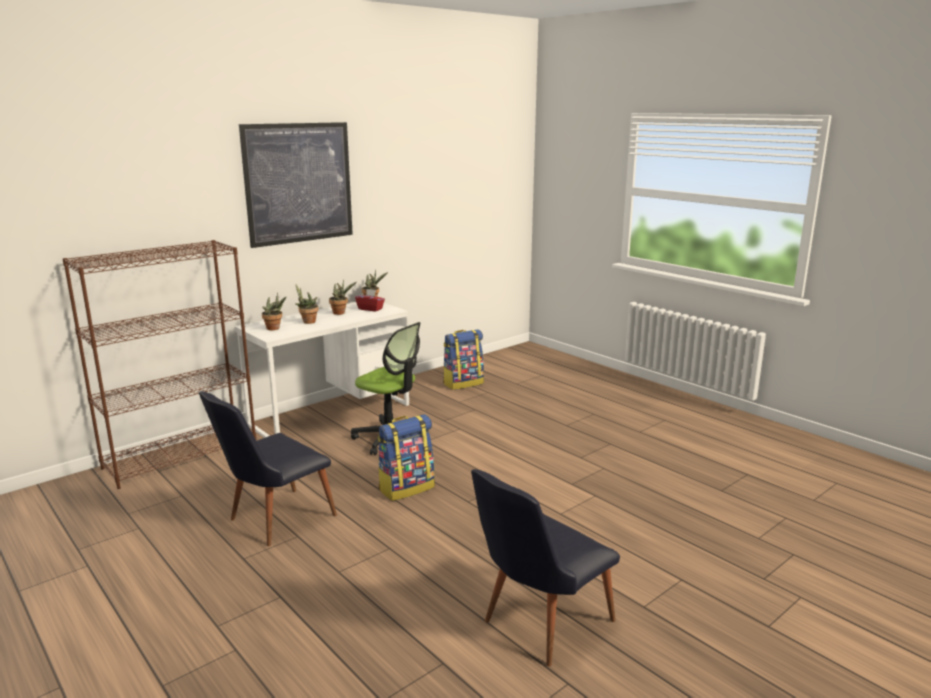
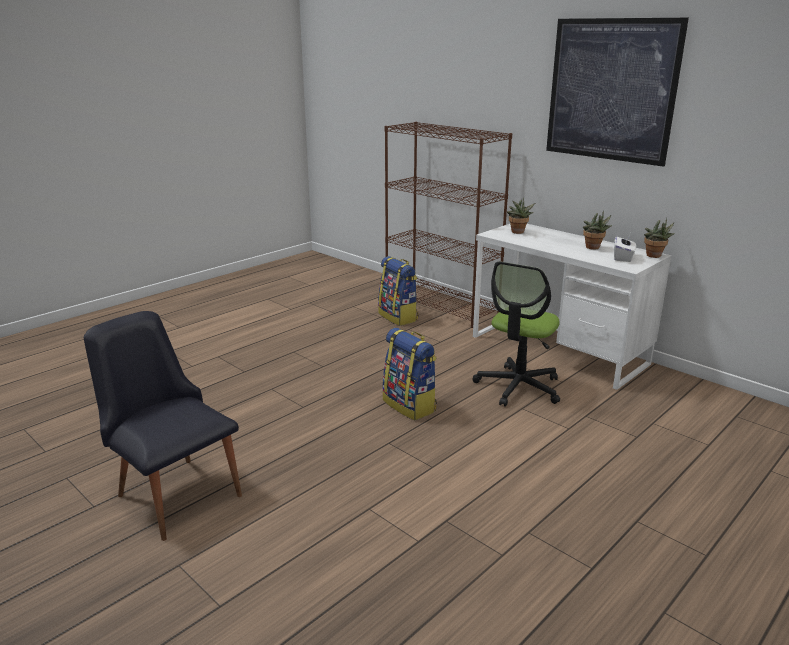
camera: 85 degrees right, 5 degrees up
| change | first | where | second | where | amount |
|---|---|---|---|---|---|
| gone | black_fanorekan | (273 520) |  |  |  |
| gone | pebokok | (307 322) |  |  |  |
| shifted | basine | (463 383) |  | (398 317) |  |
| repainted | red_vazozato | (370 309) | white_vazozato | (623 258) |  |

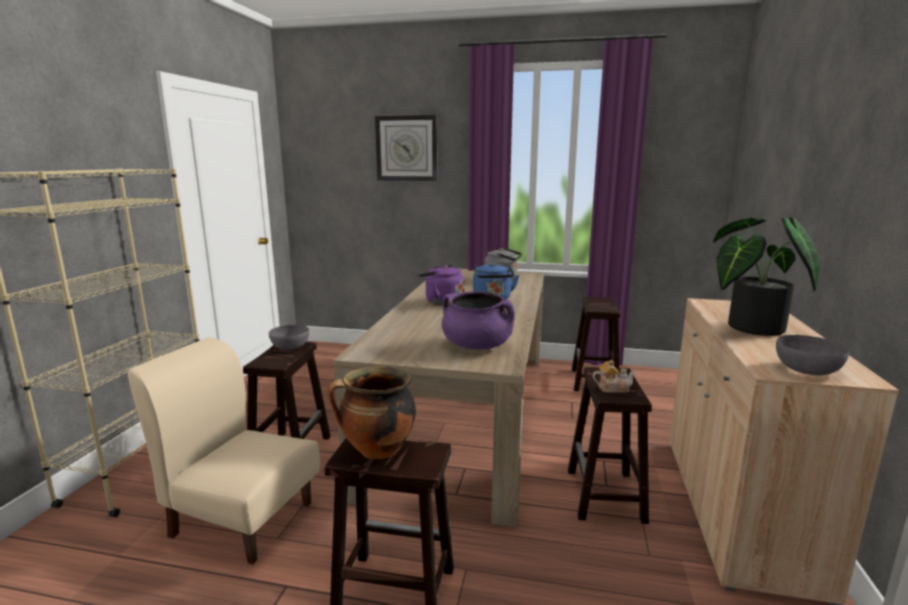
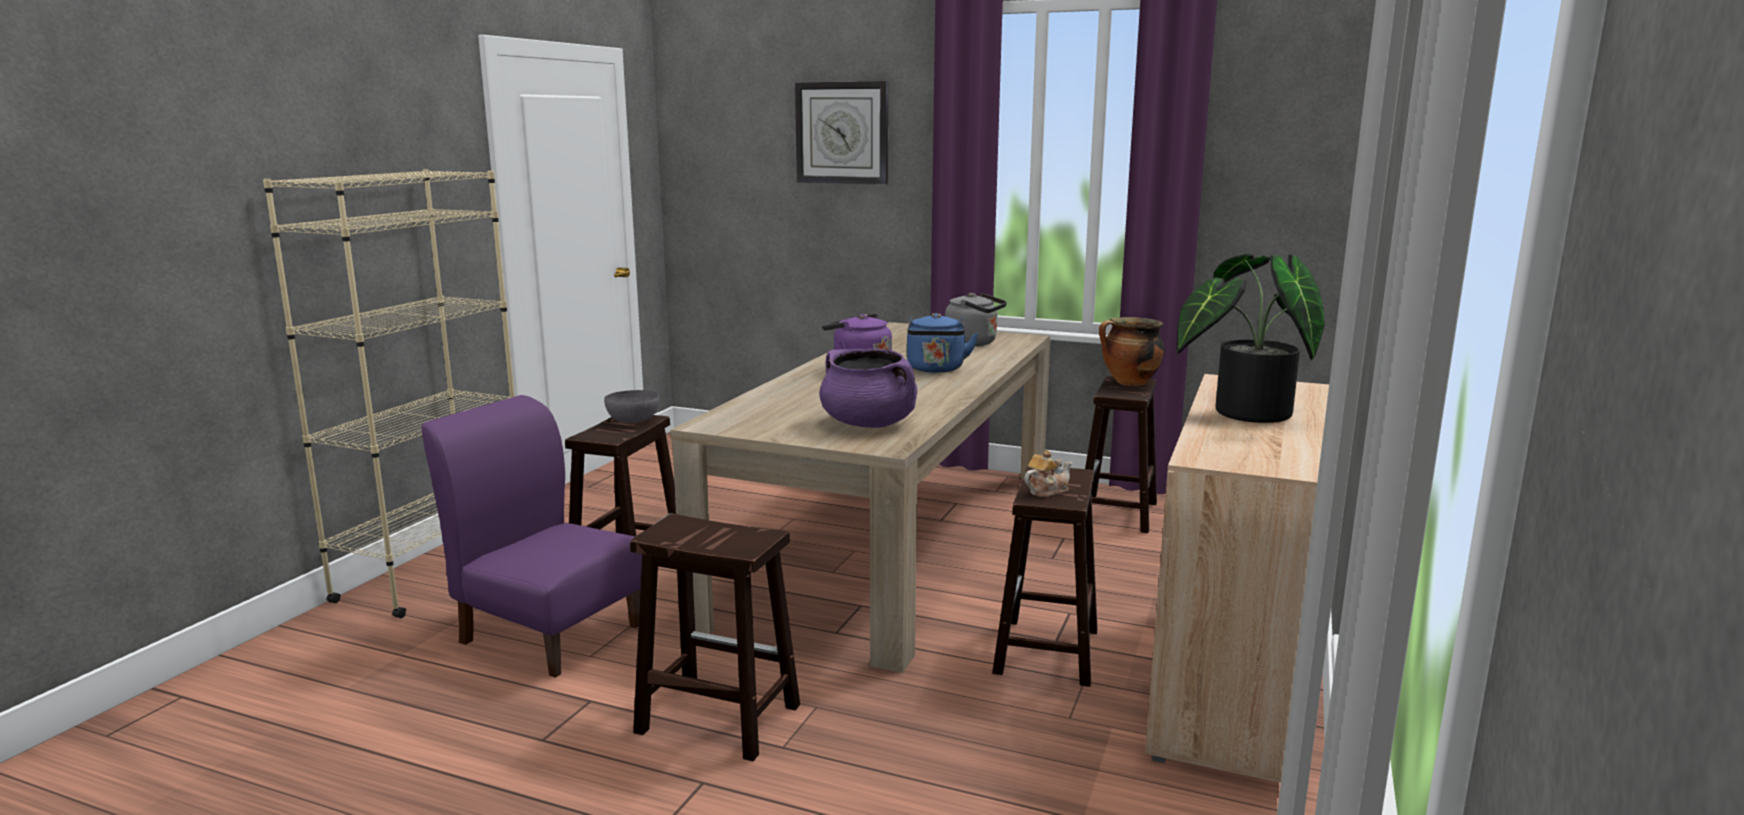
camera: 10 degrees right, 0 degrees up
| change | first | where | second | where | amount |
|---|---|---|---|---|---|
| gone | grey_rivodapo | (807 370) |  |  |  |
| shifted | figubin | (377 451) |  | (1129 383) |  |
| repainted | beige_fanorekan | (242 518) | purple_fanorekan | (551 632) |  |
| rotated | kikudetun | (612 388) |  | (1046 491) | 45 degrees counterclockwise |

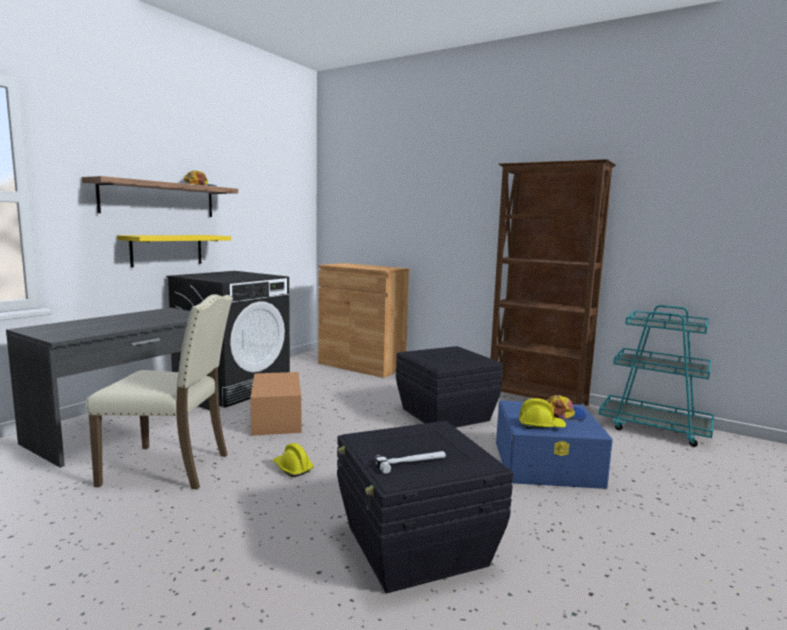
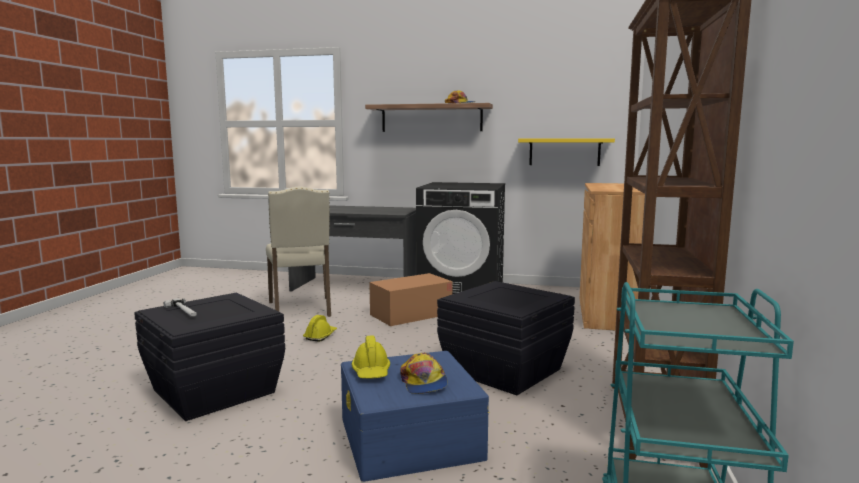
camera: 70 degrees right, 0 degrees up
| change | first | where | second | where | amount |
|---|---|---|---|---|---|
| shifted | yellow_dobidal | (167 250) |  | (564 152) |  |

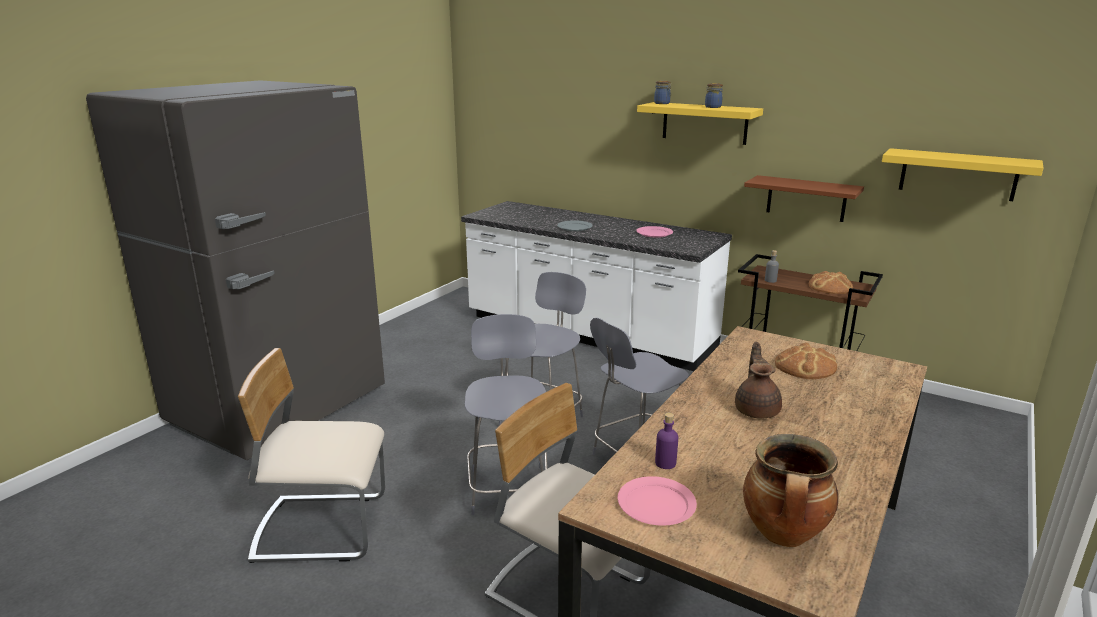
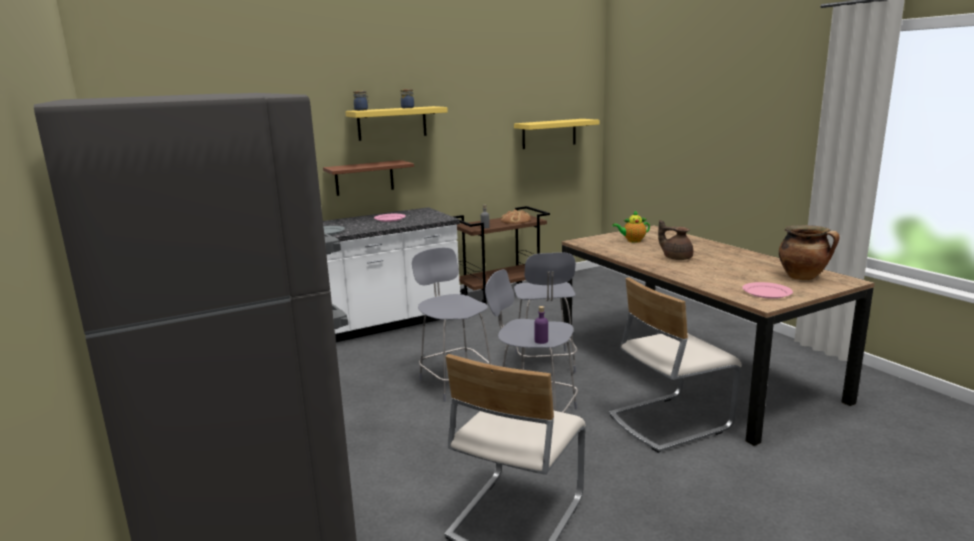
camera: 60 degrees left, 5 degrees down
| change | first | where | second | where | amount |
|---|---|---|---|---|---|
| shifted | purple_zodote | (665 463) |  | (541 341) |  |
| shifted | brown_dobidal | (806 198) |  | (364 178) |  |
| swapped | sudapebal | (805 366) | kikudetun | (632 241) |  |

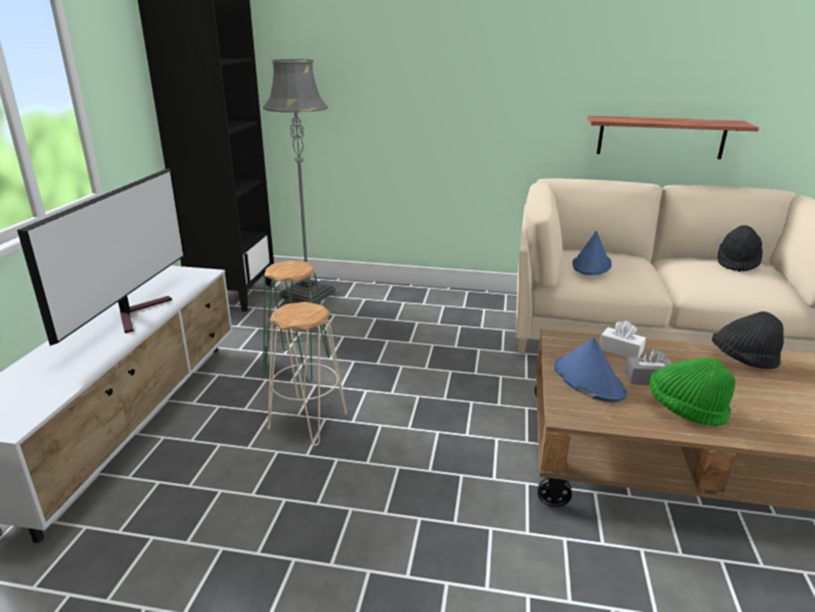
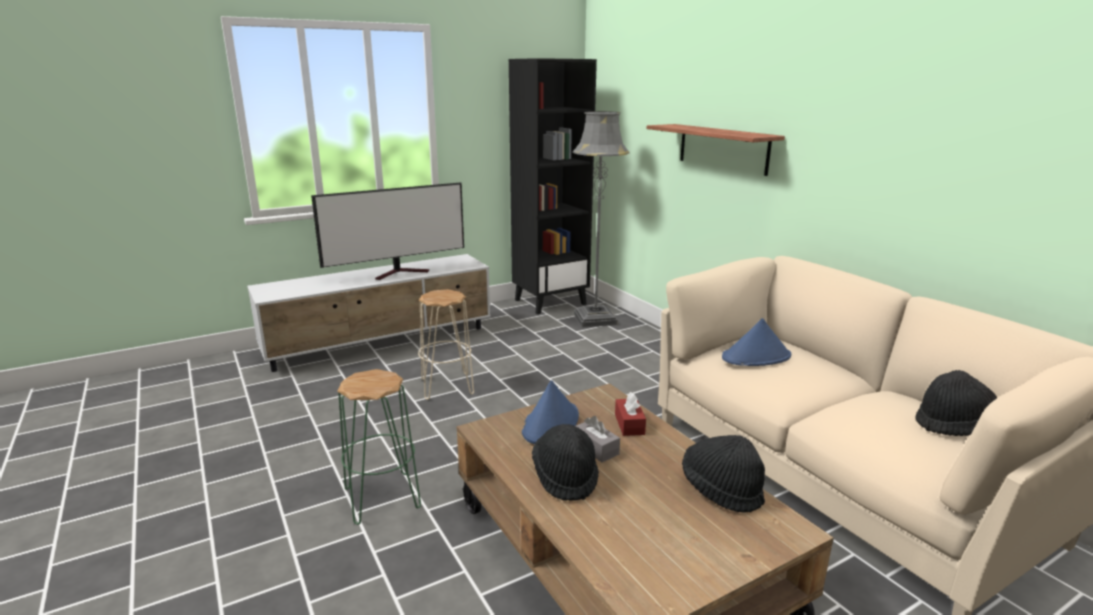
camera: 50 degrees right, 5 degrees down
| change | first | where | second | where | amount |
|---|---|---|---|---|---|
| shifted | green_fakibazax | (297 365) |  | (383 497) |  |
| shifted | dobidal | (661 137) |  | (723 148) |  |
| repainted | white_vazozato | (620 350) | red_vazozato | (629 424) |  |
| repainted | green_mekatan | (685 409) | black_mekatan | (565 477) |  |

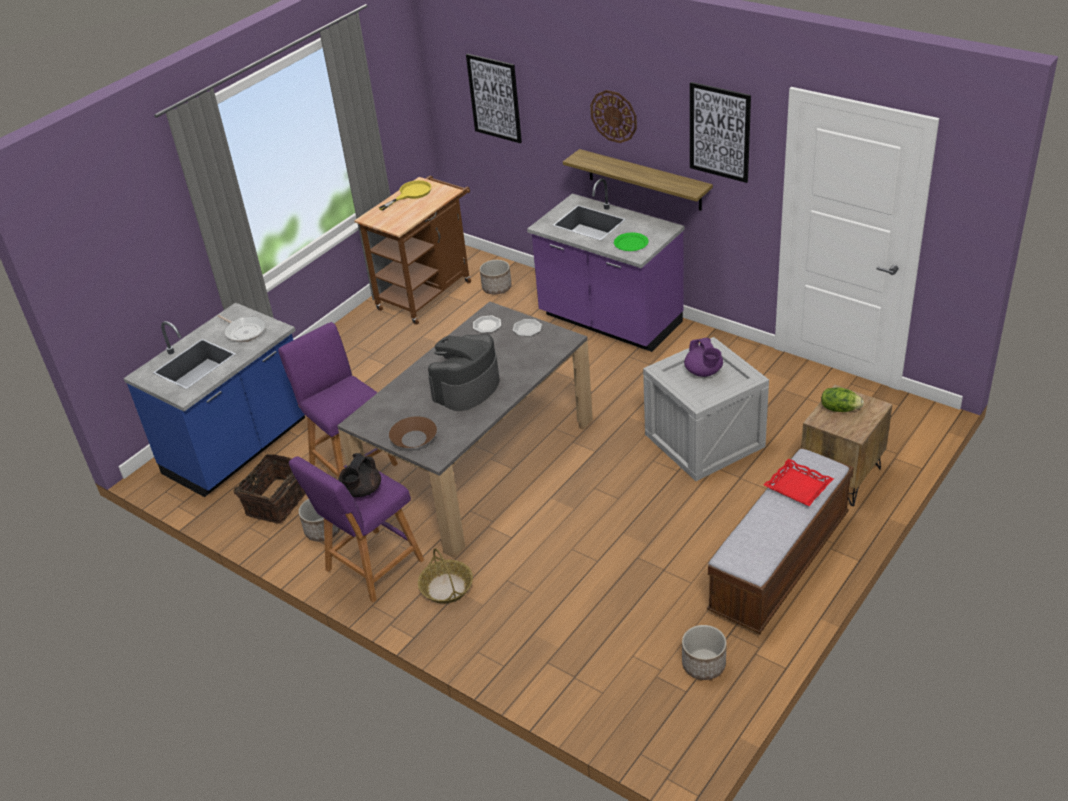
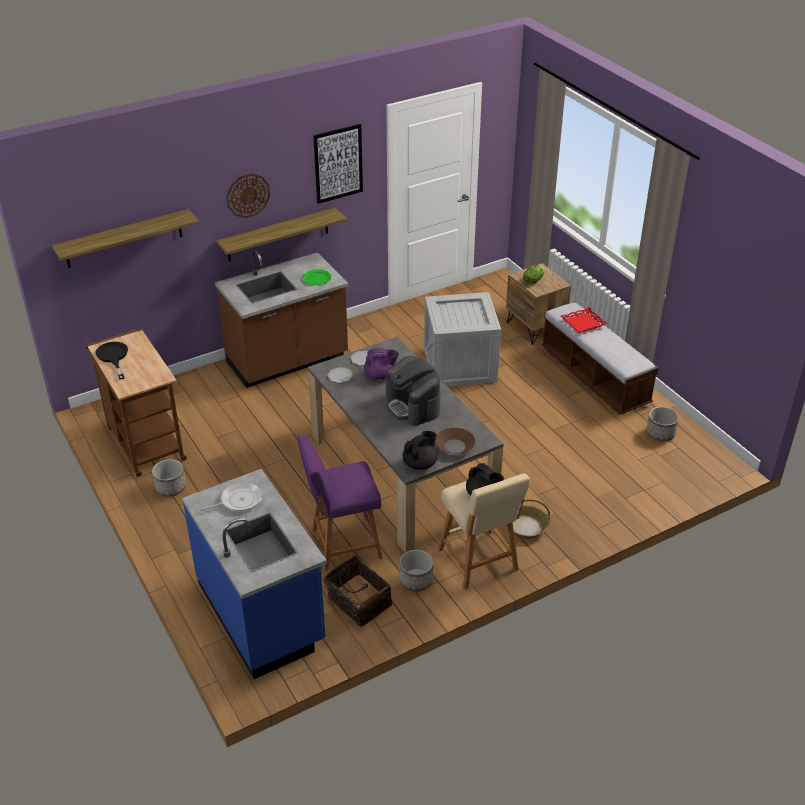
camera: 70 degrees left, 0 degrees up
| change | first | where | second | where | amount |
|---|---|---|---|---|---|
| new |  |  | black_kikudetun | (420 464) |  |
| shifted | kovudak | (496 288) |  | (170 488) |  |
| shifted | purple_kikudetun | (704 372) |  | (380 375) |  |
| swapped | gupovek | (494 98) | dobidal | (124 239) |  |
| repainted | purple_fakibazax | (371 568) | beige_fakibazax | (479 562) |  |
| repainted | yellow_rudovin | (411 194) | black_rudovin | (113 357) |  |
| repainted | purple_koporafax | (609 321) | brown_koporafax | (287 361) |  |

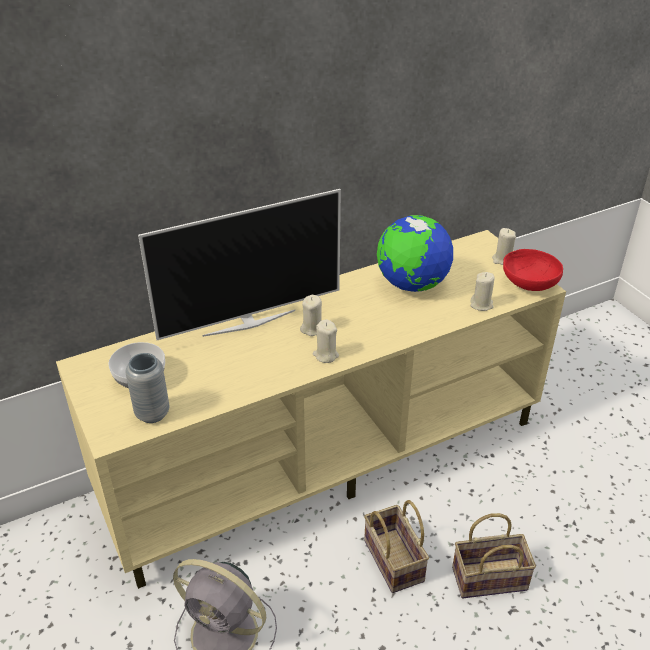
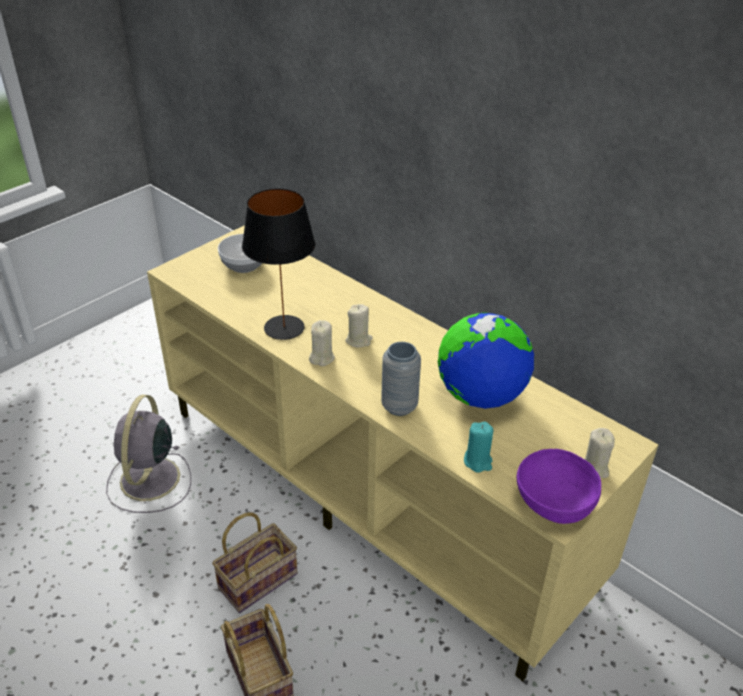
camera: 70 degrees right, 0 degrees up
| change | first | where | second | where | amount |
|---|---|---|---|---|---|
| gone | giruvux | (249 322) |  |  |  |
| new |  |  | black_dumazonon | (284 328) |  |
| shifted | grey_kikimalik | (152 414) |  | (399 406) |  |
| repainted | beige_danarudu | (481 304) | turquoise_danarudu | (478 461) |  |
| repainted | red_rivodapo | (528 284) | purple_rivodapo | (553 502) |  |

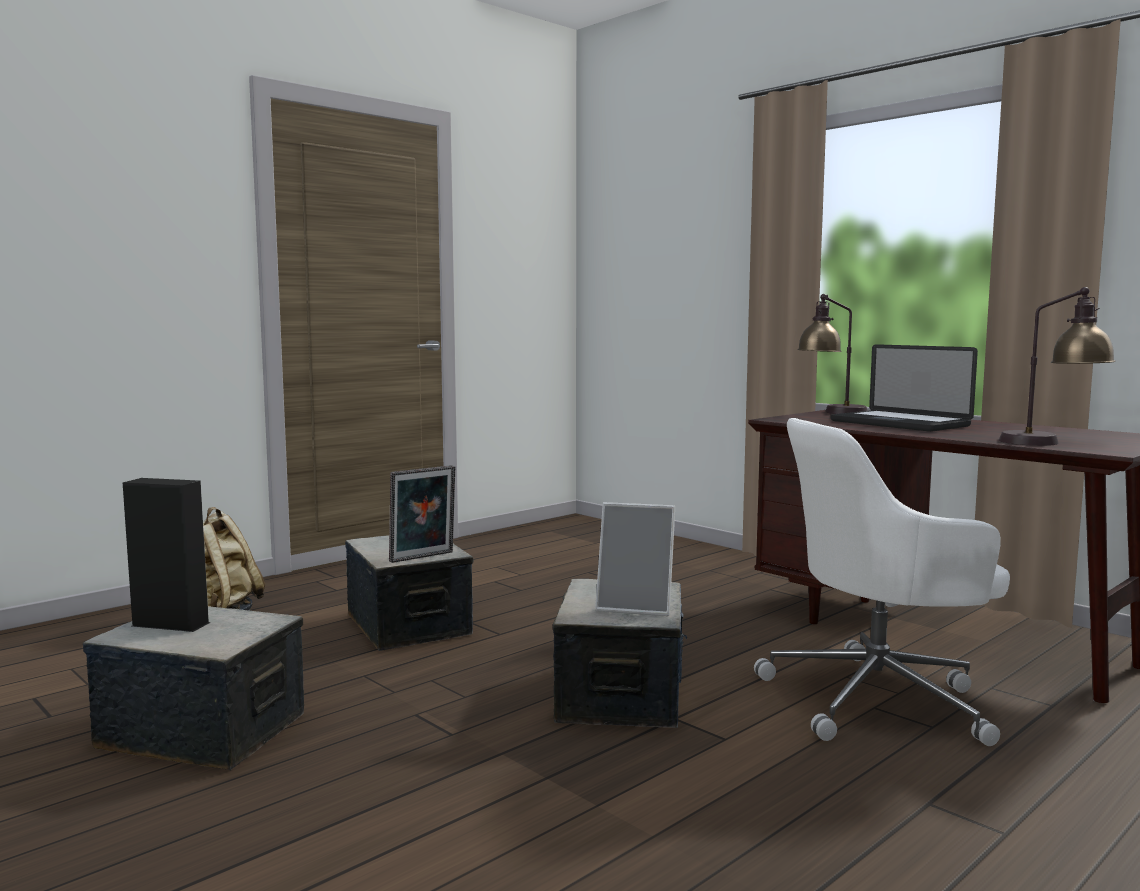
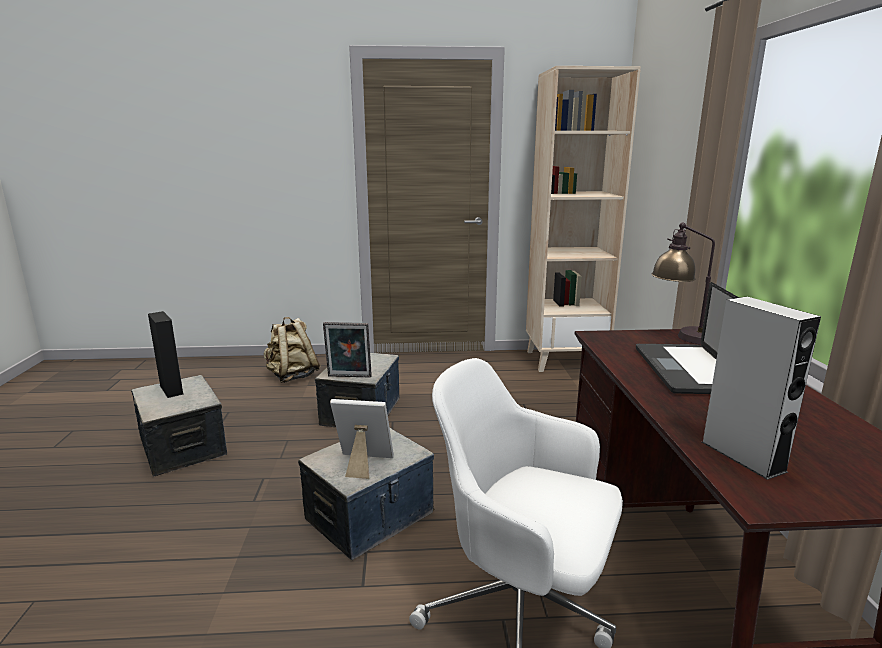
camera: 40 degrees right, 10 degrees up
| change | first | where | second | where | amount |
|---|---|---|---|---|---|
| new |  |  | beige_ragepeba | (565 360) |  |
| swapped | dumazonon | (1052 443) | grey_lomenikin | (742 456) |  |
| rotated | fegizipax | (636 606) |  | (363 464) | 135 degrees clockwise |

